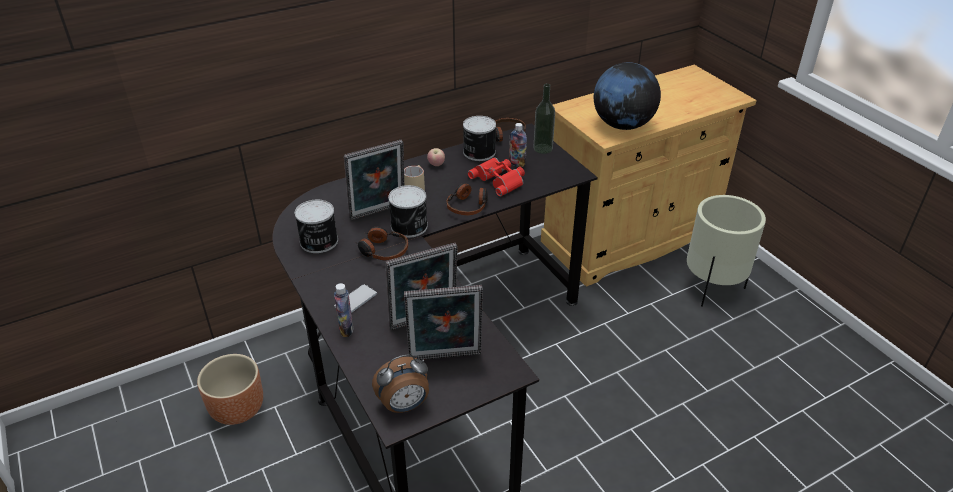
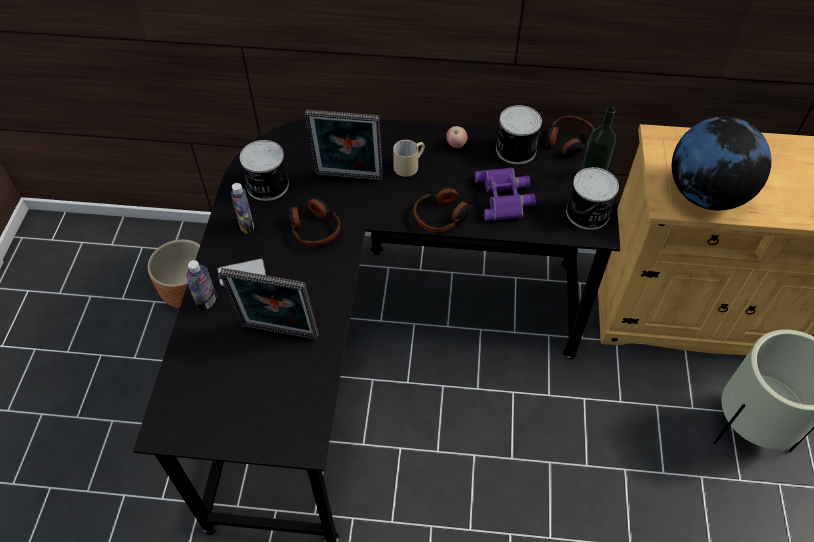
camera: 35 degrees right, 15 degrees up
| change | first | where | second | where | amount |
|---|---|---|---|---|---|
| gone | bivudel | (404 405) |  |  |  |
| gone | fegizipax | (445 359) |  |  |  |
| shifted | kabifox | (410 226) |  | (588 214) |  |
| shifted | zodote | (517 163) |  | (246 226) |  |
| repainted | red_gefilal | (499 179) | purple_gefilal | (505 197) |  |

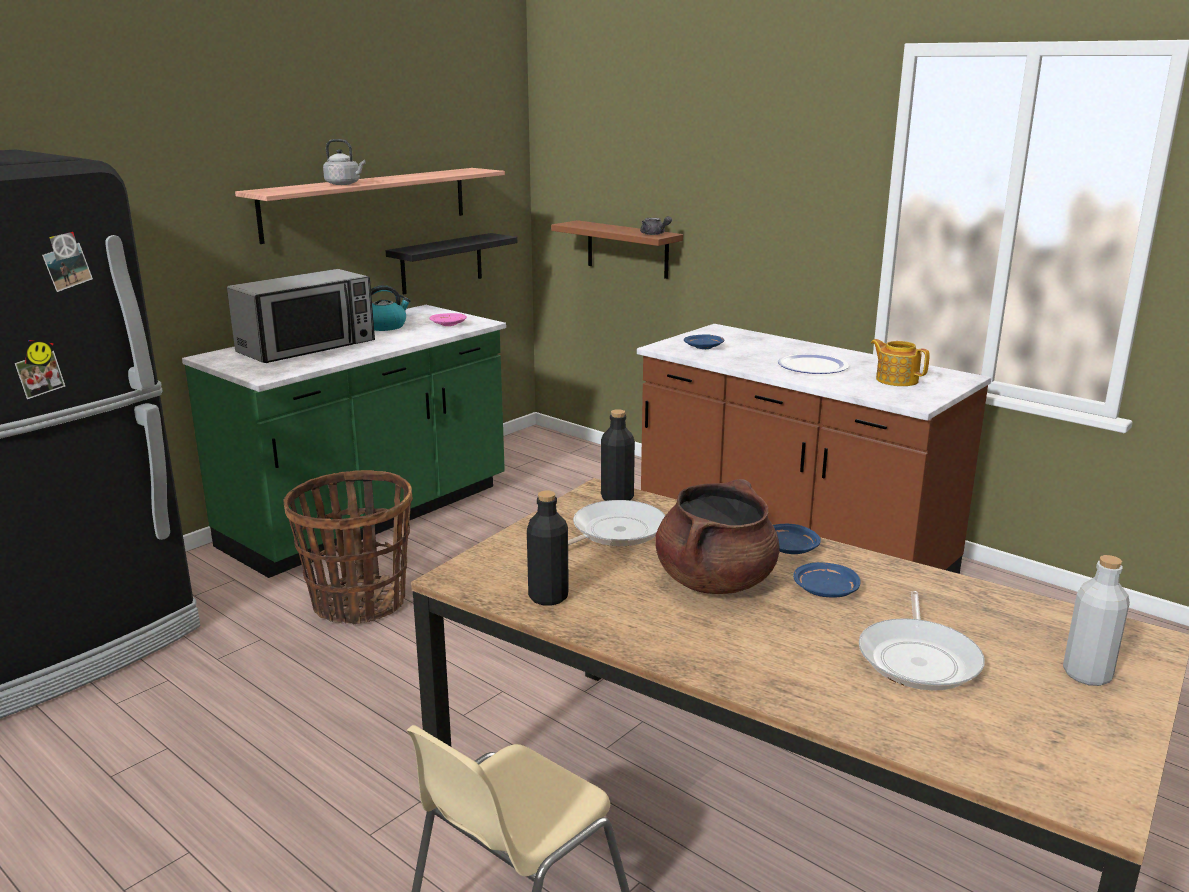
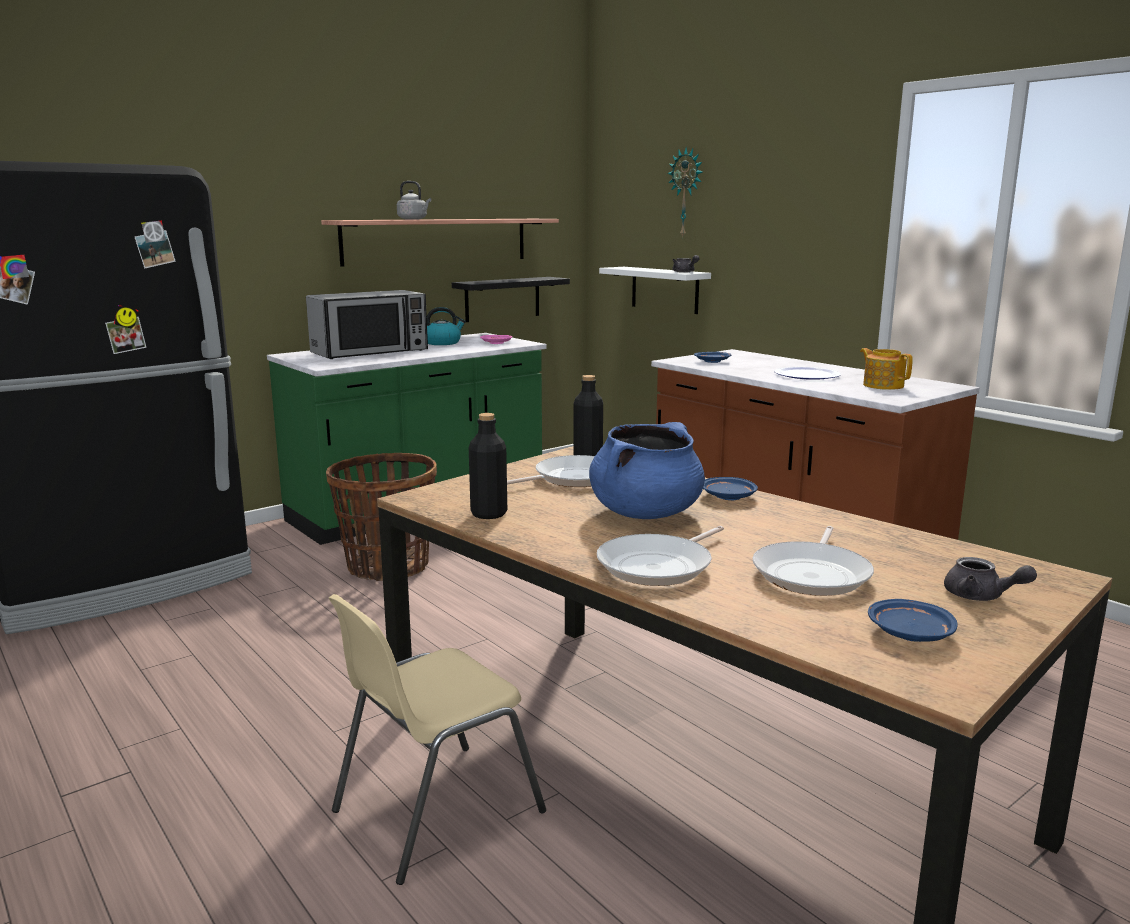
camera: 10 degrees right, 5 degrees down
| change | first | where | second | where | amount |
|---|---|---|---|---|---|
| new |  |  | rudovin | (659 566) |  |
| new |  |  | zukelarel | (687 193) |  |
| shifted | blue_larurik | (825 590) |  | (909 633) |  |
| swapped | grey_zodote | (1087 675) | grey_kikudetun | (981 596) |  |
| repainted | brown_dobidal | (627 249) | white_dobidal | (664 289) |  |
| repainted | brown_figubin | (715 581) | blue_figubin | (646 513) |  |

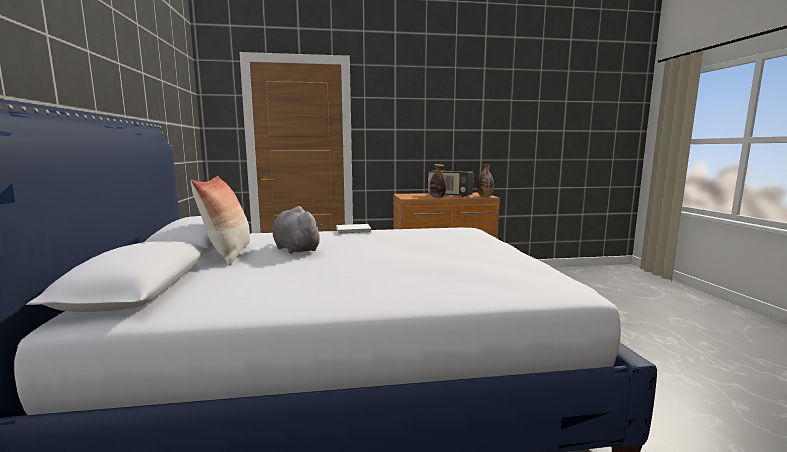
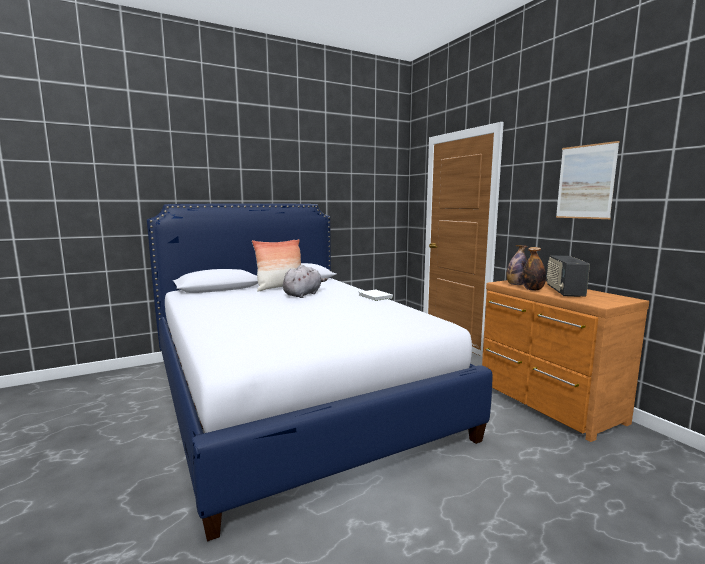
camera: 70 degrees right, 0 degrees up
| change | first | where | second | where | amount |
|---|---|---|---|---|---|
| new |  |  | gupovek | (585 182) |  |
| shifted | zodote | (485 196) |  | (516 285) |  |

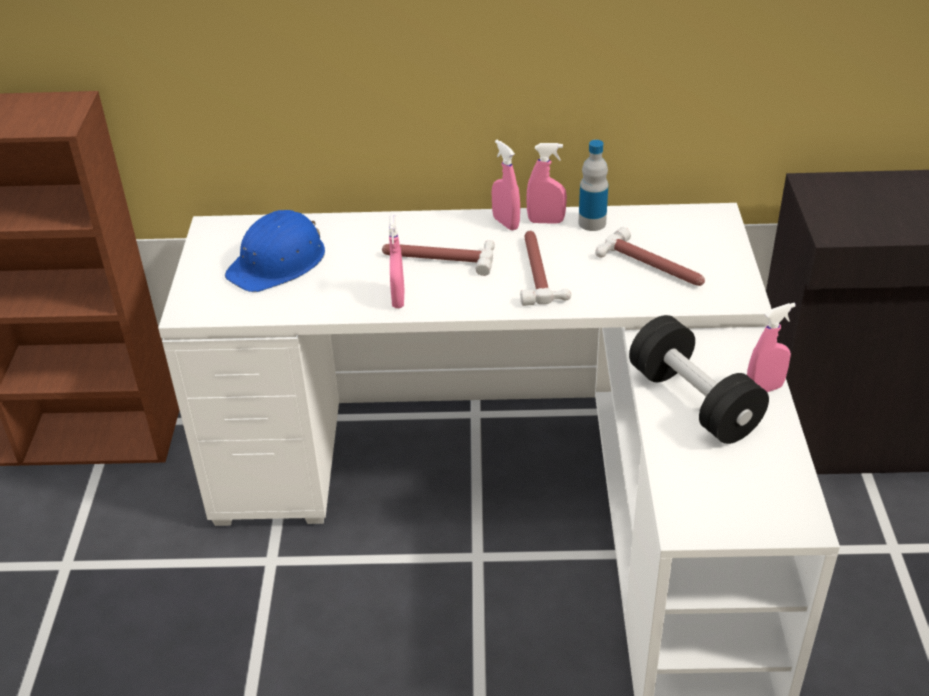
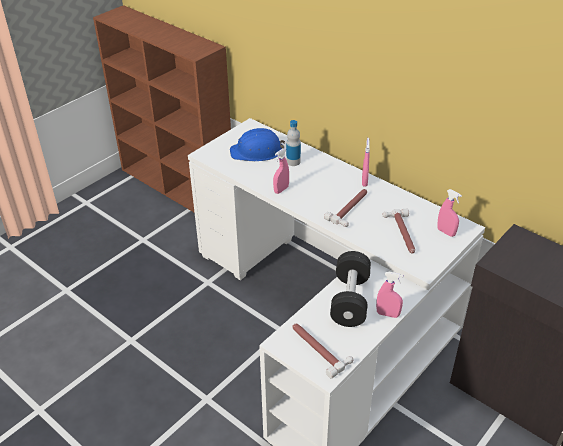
camera: 40 degrees right, 0 degrees up
| change | first | where | second | where | amount |
|---|---|---|---|---|---|
| shifted | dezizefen | (437 258) |  | (318 349) |  |
| shifted | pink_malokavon | (546 221) |  | (446 232) |  |
| shifted | zodote | (592 223) |  | (293 162) |  |

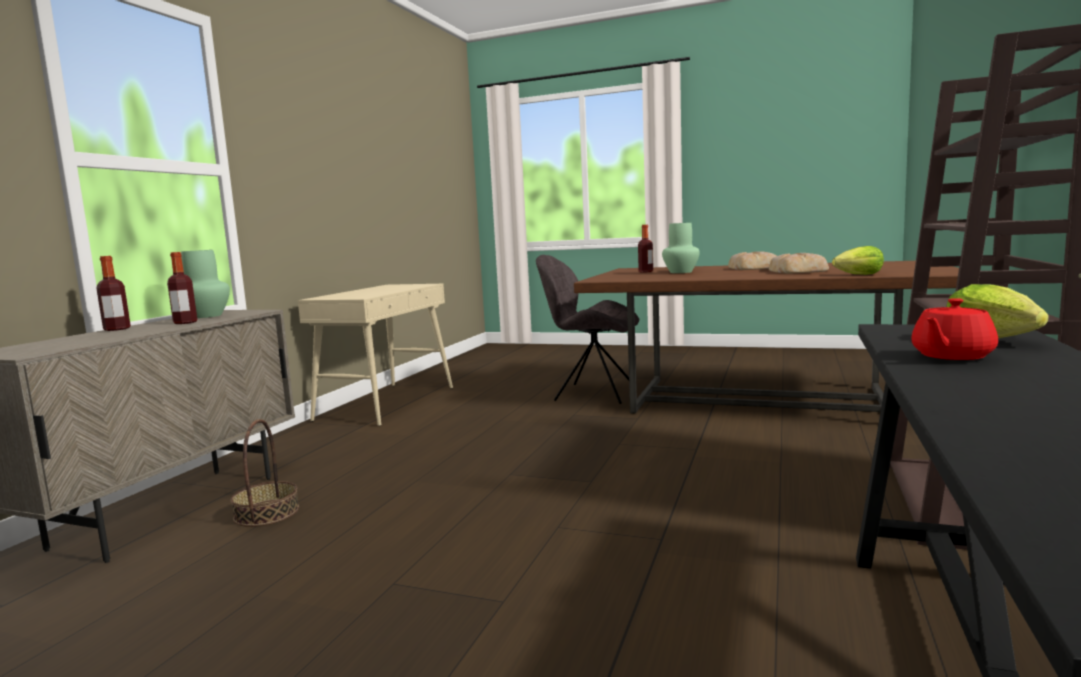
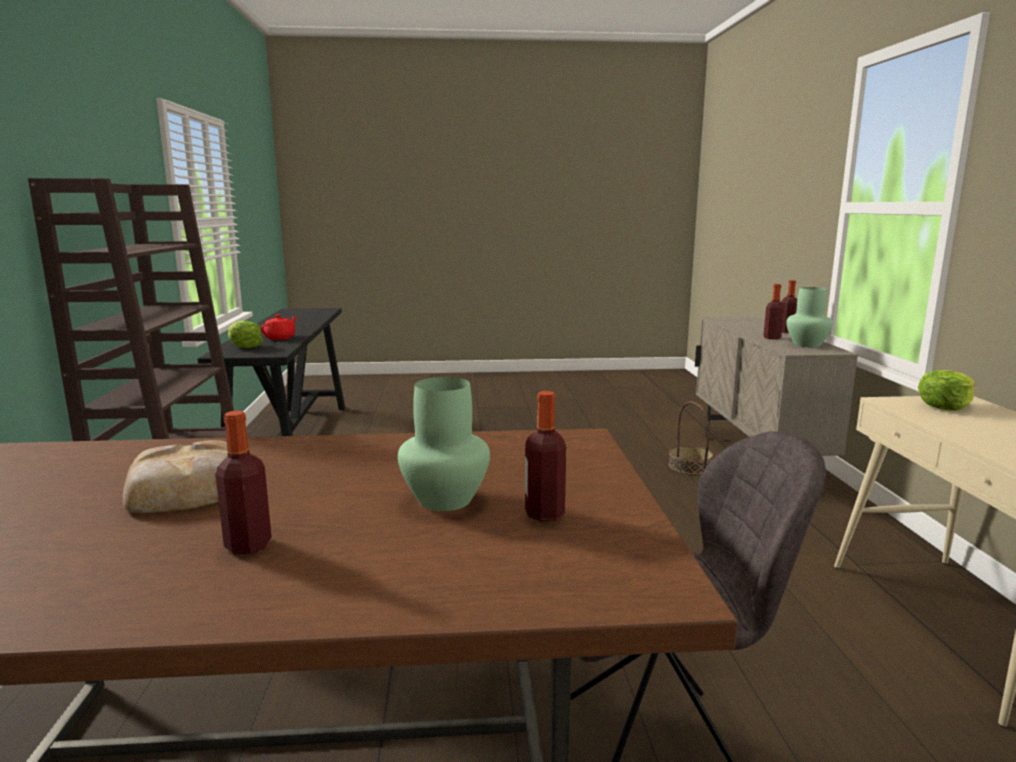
camera: 155 degrees right, 5 degrees up
| change | first | where | second | where | amount |
|---|---|---|---|---|---|
| shifted | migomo | (859 275) |  | (945 406) |  |
| swapped | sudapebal | (754 268) | zodote | (248 545) |  |

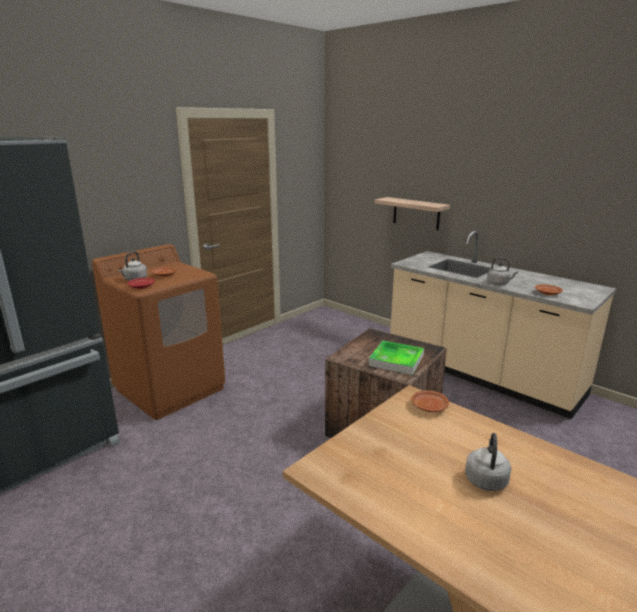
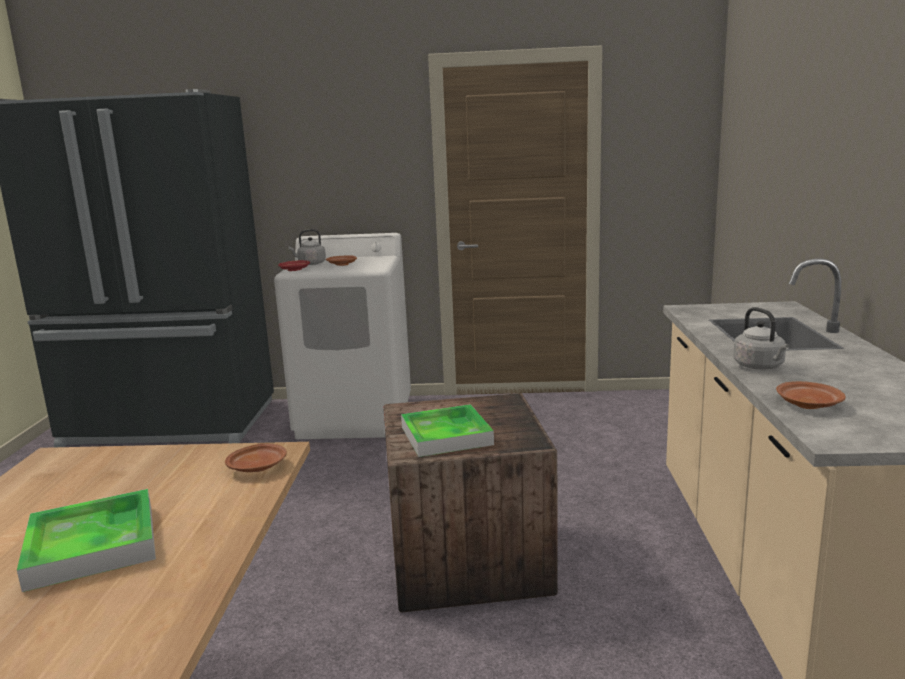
camera: 50 degrees right, 5 degrees down
| change | first | where | second | where | amount |
|---|---|---|---|---|---|
| gone | dobidal | (416 213) |  |  |  |
| swapped | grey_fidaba | (486 479) | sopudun | (92 545) |  |
| repainted | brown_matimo | (171 389) | white_matimo | (355 417) |  |

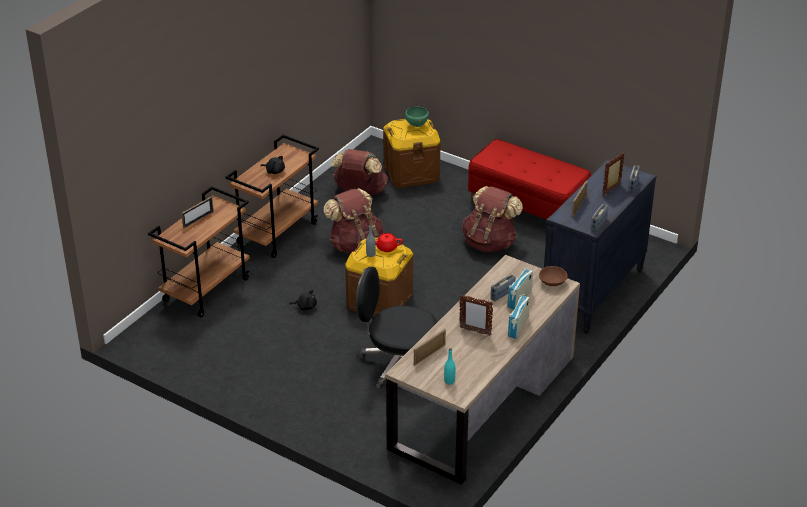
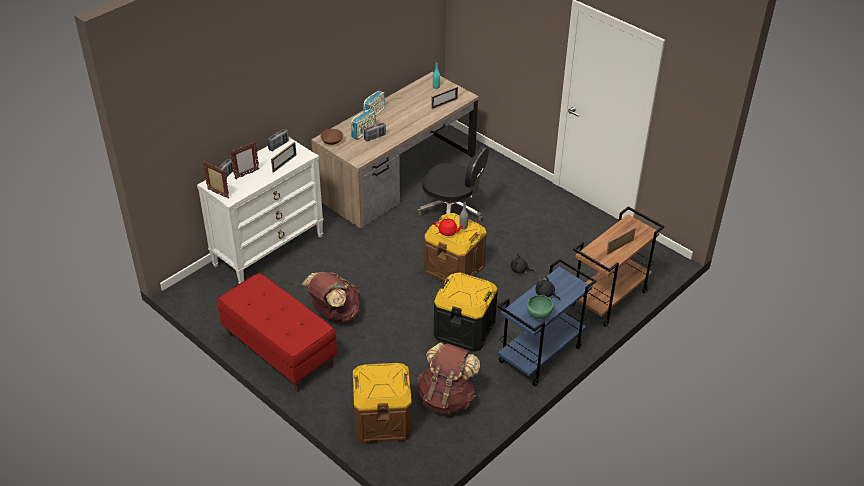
camera: 170 degrees left, 5 degrees up
| change | first | where | second | where | amount |
|---|---|---|---|---|---|
| shifted | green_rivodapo | (416 125) |  | (538 316) |  |
| shifted | fegizipax | (475 331) |  | (218 194) |  |
| swapped | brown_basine | (355 245) | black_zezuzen | (464 329) |  |
| repainted | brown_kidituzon | (277 233) | blue_kidituzon | (540 355) |  |
| repainted | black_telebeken | (593 293) | white_telebeken | (269 250) |  |

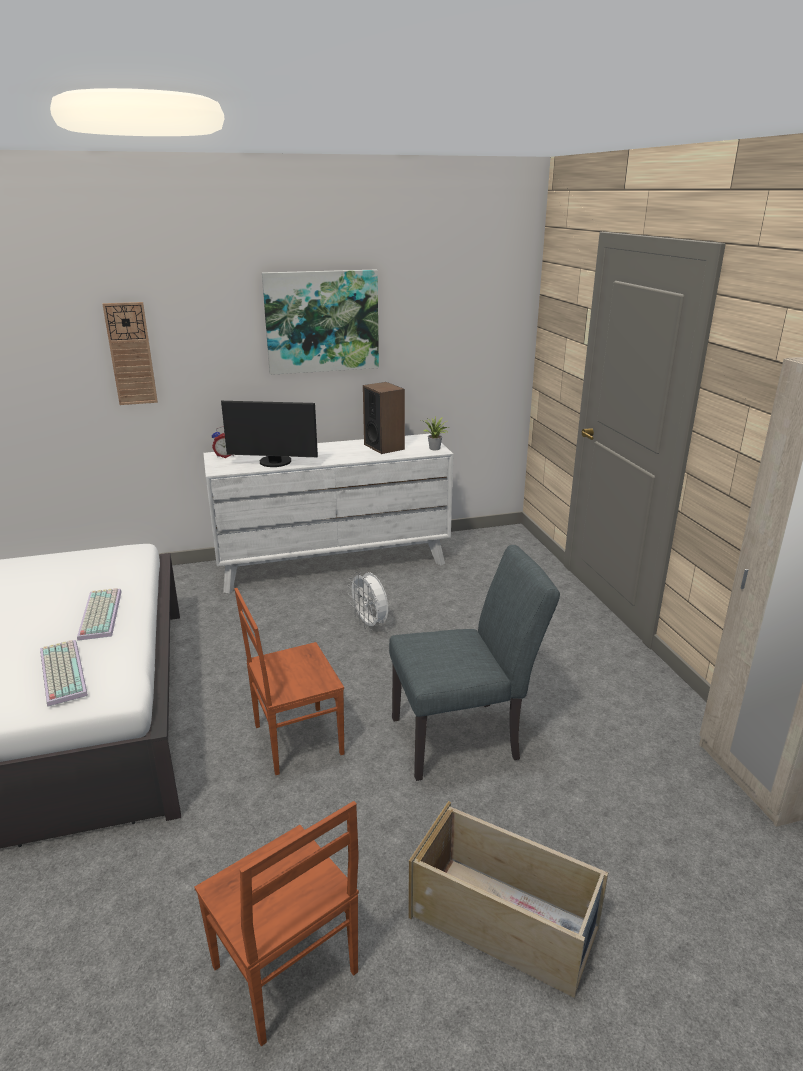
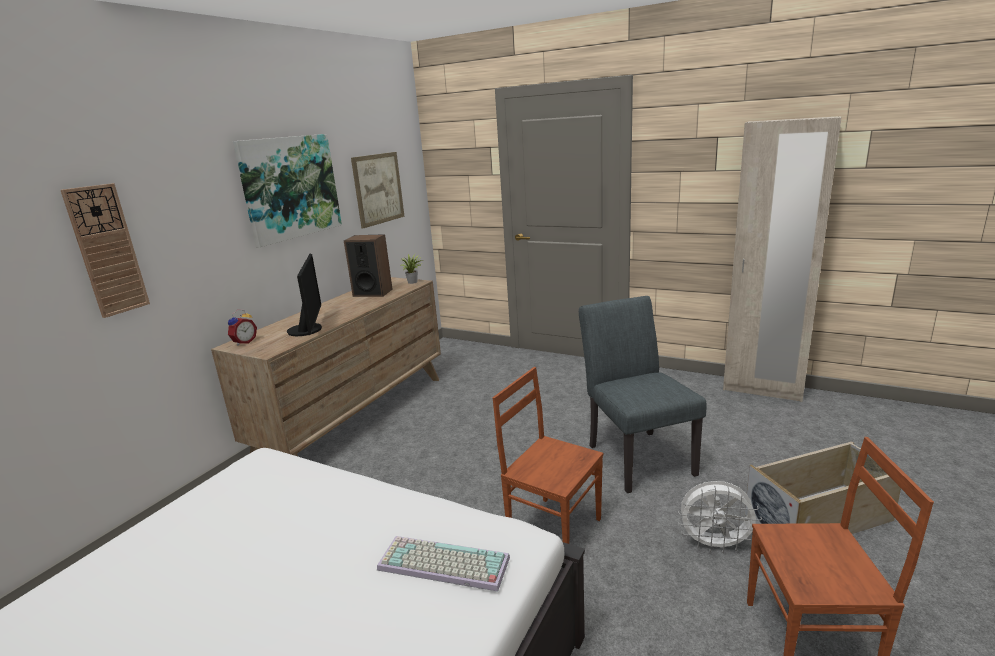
camera: 45 degrees left, 5 degrees down
| change | first | where | second | where | amount |
|---|---|---|---|---|---|
| gone | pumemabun | (99 614) |  |  |  |
| new |  |  | gupovek | (378 189) |  |
| shifted | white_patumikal | (370 624) |  | (715 545) |  |
| repainted | white_telebeken | (333 563) | brown_telebeken | (356 417) |  |
| rotated | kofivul | (274 463) |  | (309 329) | 60 degrees counterclockwise |
| rotated | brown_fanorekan | (296 739) |  | (554 528) | 105 degrees clockwise |
| rotated | grey_fanorekan | (465 737) |  | (636 455) | 45 degrees counterclockwise |

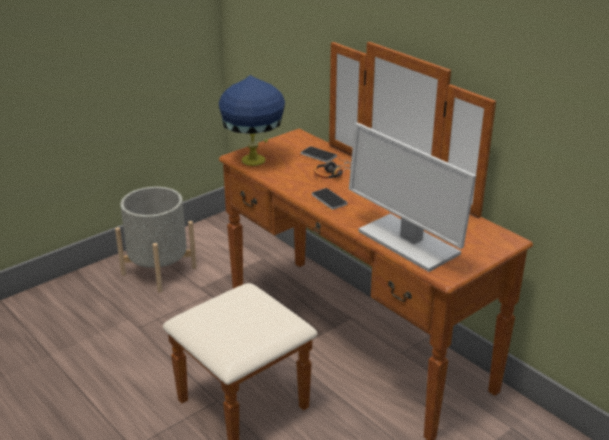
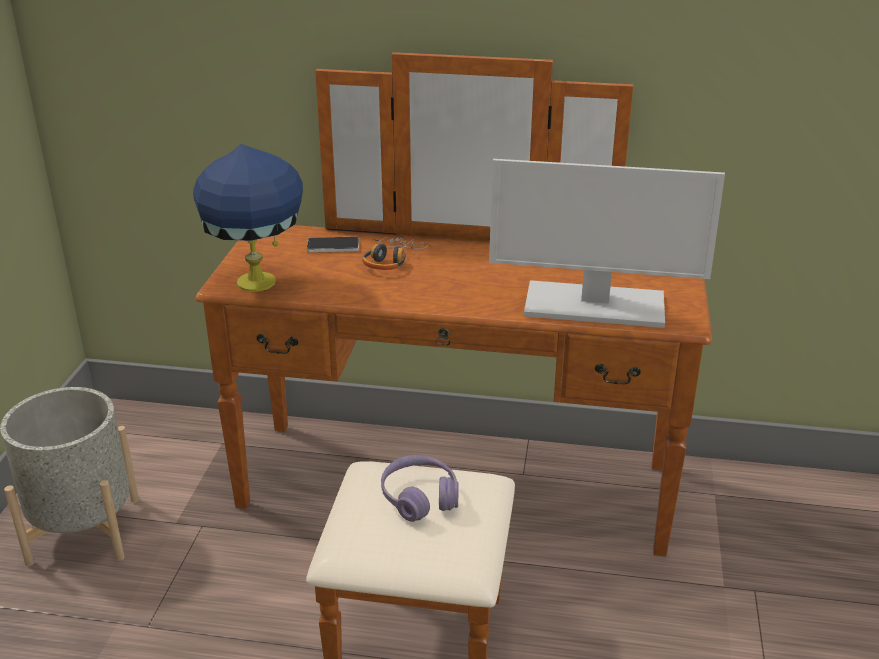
camera: 40 degrees left, 0 degrees up
| change | first | where | second | where | amount |
|---|---|---|---|---|---|
| gone | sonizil | (329 200) |  |  |  |
| new |  |  | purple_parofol | (420 497) |  |

